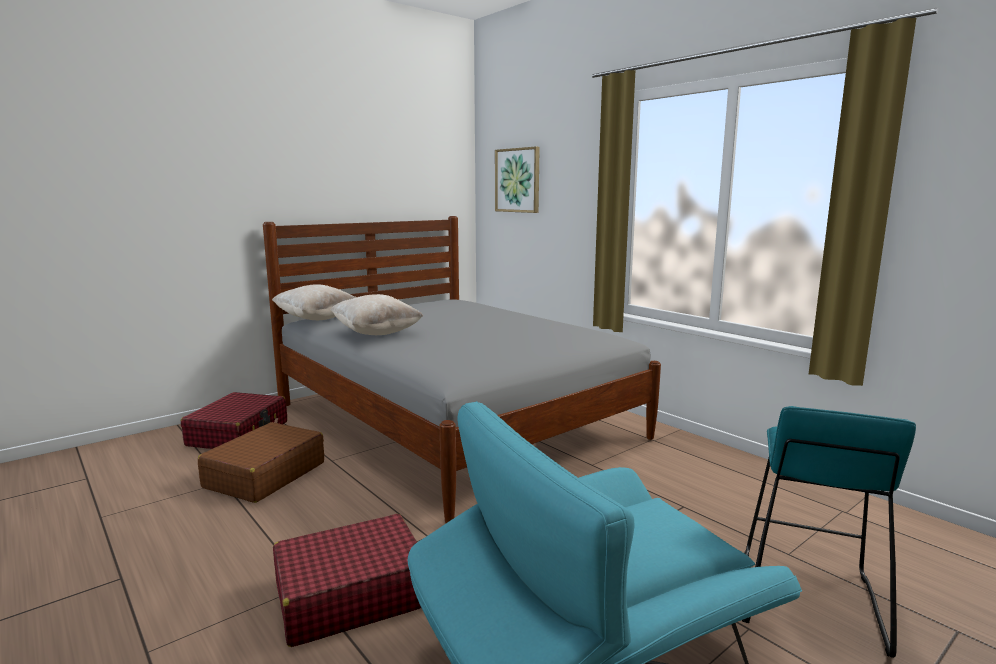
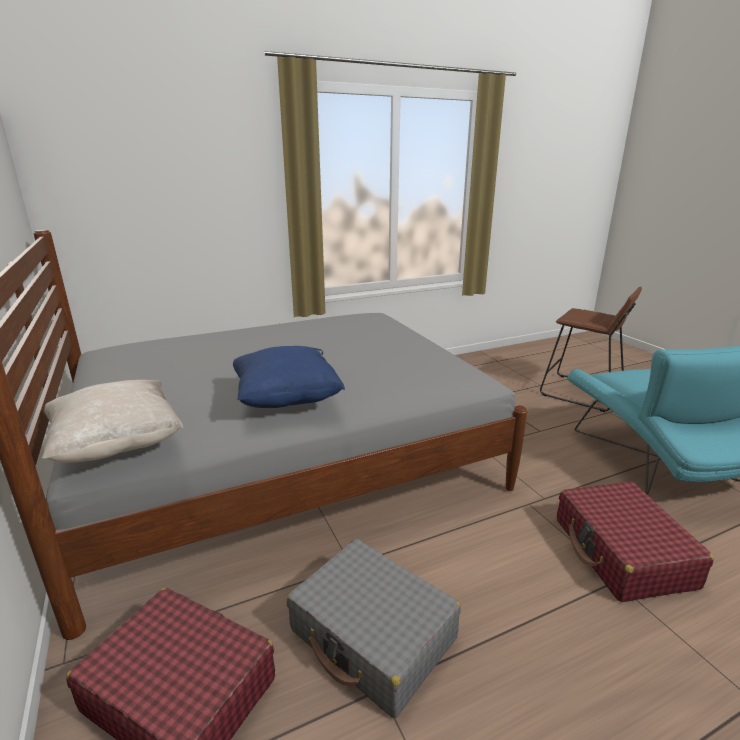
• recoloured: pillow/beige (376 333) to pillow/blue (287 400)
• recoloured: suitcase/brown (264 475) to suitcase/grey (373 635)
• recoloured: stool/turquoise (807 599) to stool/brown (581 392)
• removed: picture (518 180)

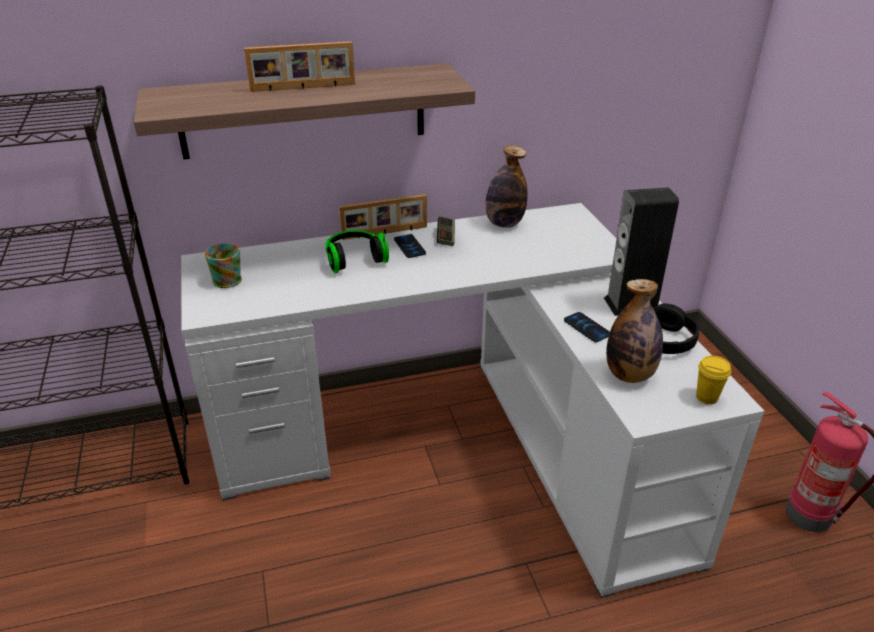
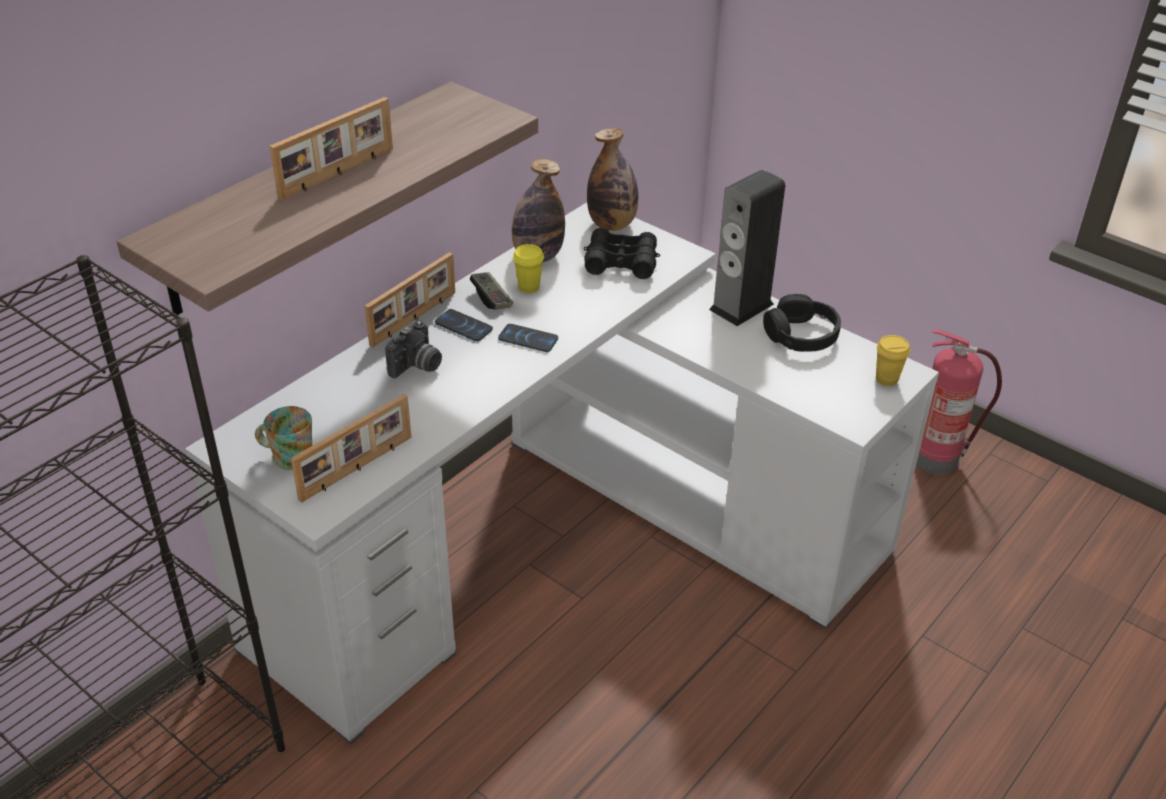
• added: picture frame (357 468)
• replaced: headphones (354 259) to photo camera (417 367)
• moved: phone (587 328) to (528 339)
• added: cup/yellow (529 287)
• added: binoculars/black (621 262)
• moved: bottle (629 375) to (612 224)

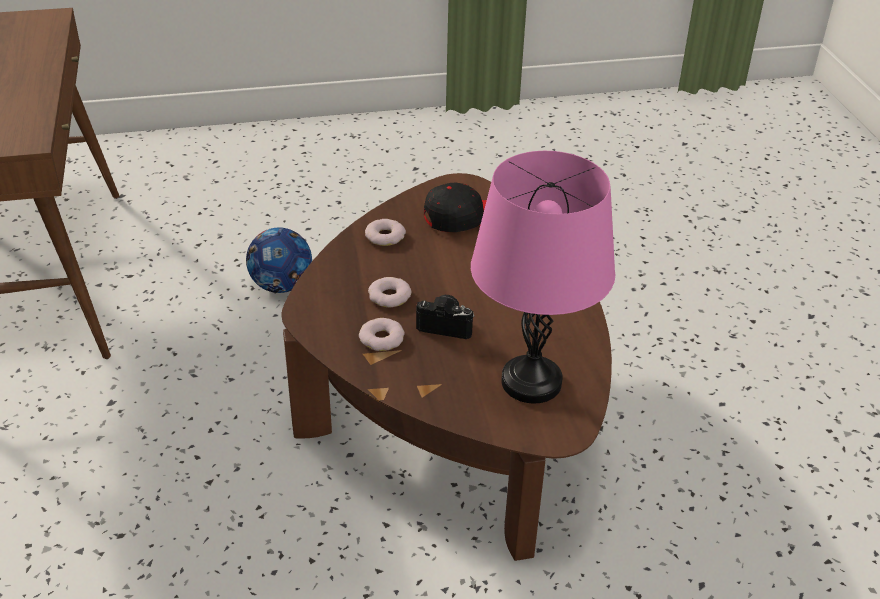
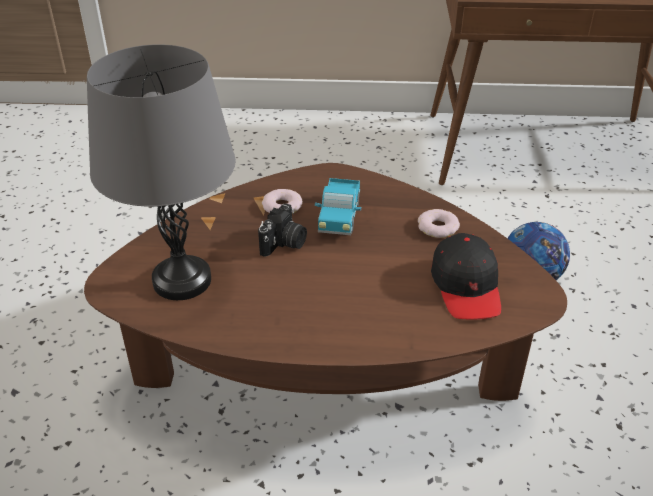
• recoloured: table lamp/pink (531 382) to table lamp/grey (182 280)
• replaced: donut (389 296) to toy truck (339 218)

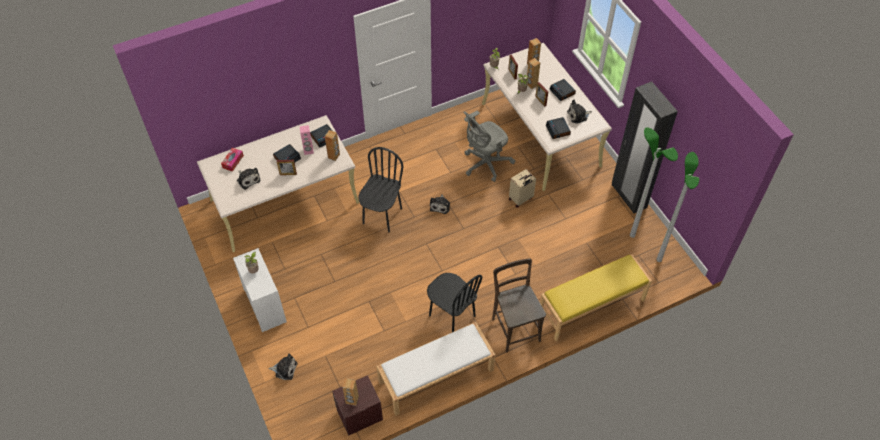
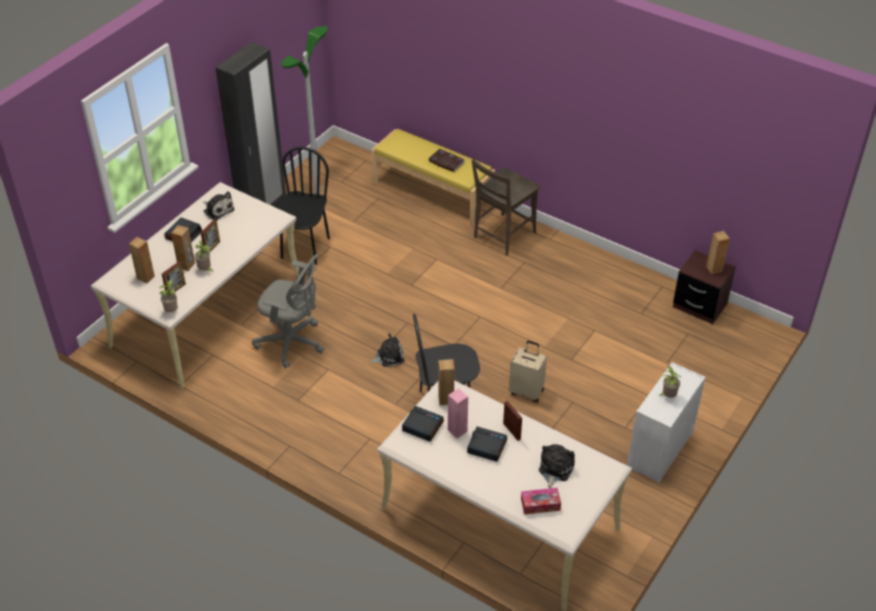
• moved: chair/black (451 316) to (305 248)
• added: book (446 162)
• moved: suitcase/beige (521 199) to (527 391)
• removed: plush toy (284 369)
• removed: bench/white (435 376)
• removed: alarm clock (558 130)
• removed: floor lamp (659 259)

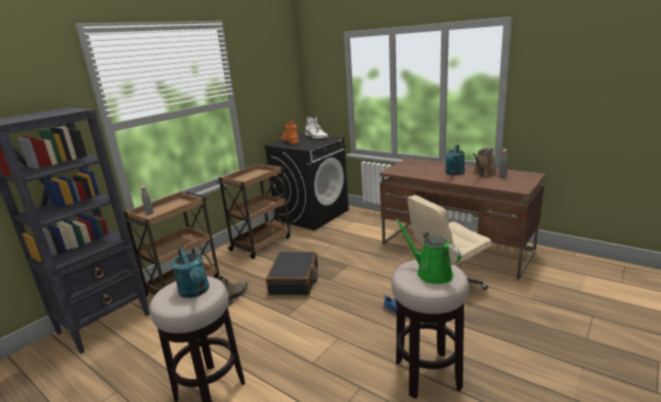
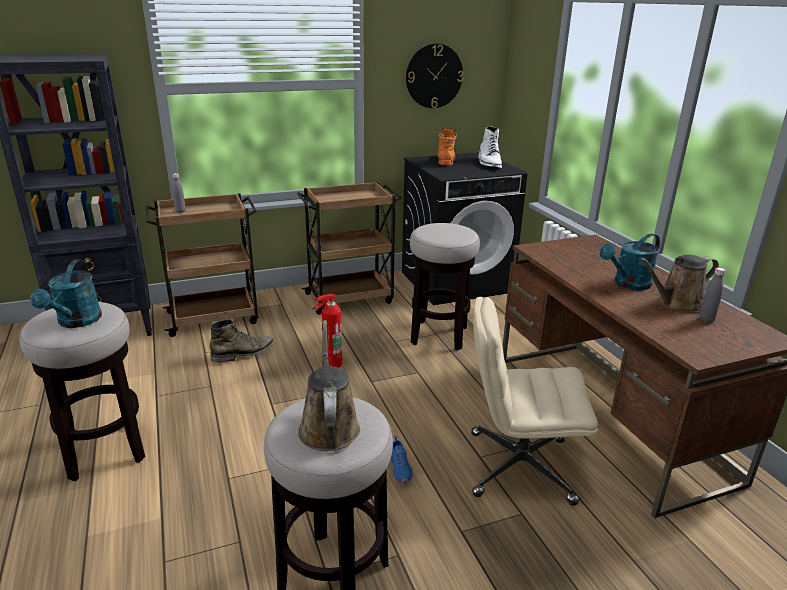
• recoloured: watering can/green (431 273) to watering can/brown (328 426)
• replaced: suitcase/black (294 280) to fire extinguisher (330 364)
• added: wall clock (434 76)
• added: stool (439 335)

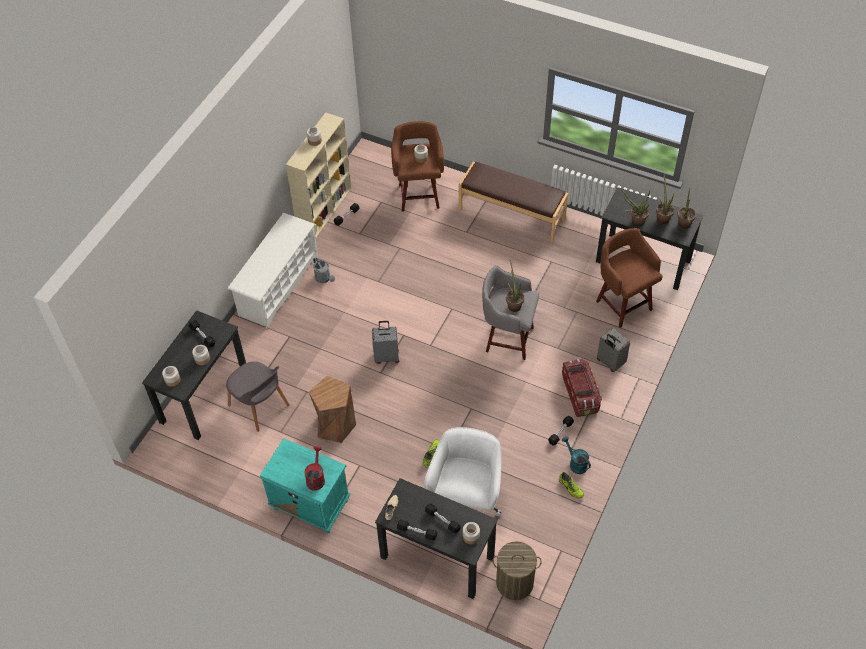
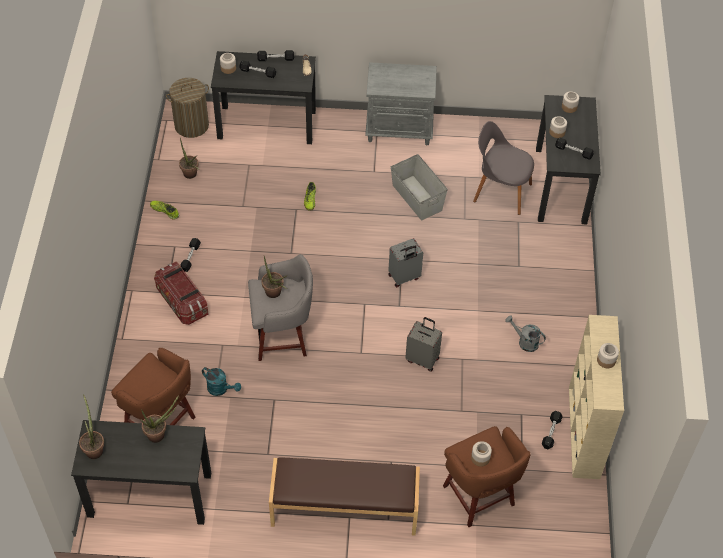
• moved: potted plant (662 217) to (191 175)
• moved: watering can/turquoise (575 463) to (221 389)
• recoloured: nightstand/turquoise (309 504) to nightstand/grey (400 129)
• replaced: stool/brown (335 425) to storage box/grey (417 197)
• moved: suitcase/grey (610 362) to (423 359)
• removed: shoe rack/white (278 285)
• removed: watering can/red (316 477)
• removed: office chair/white (465 501)

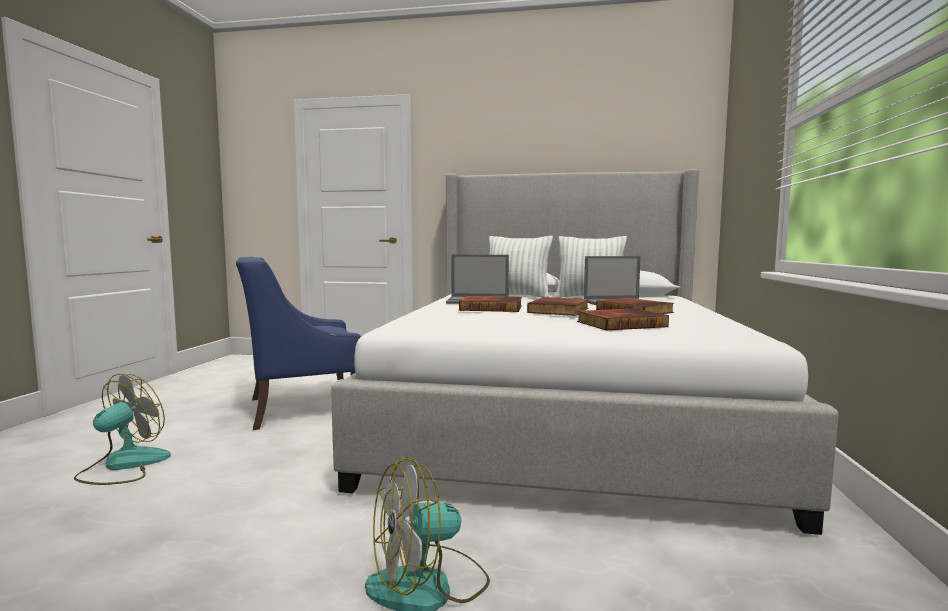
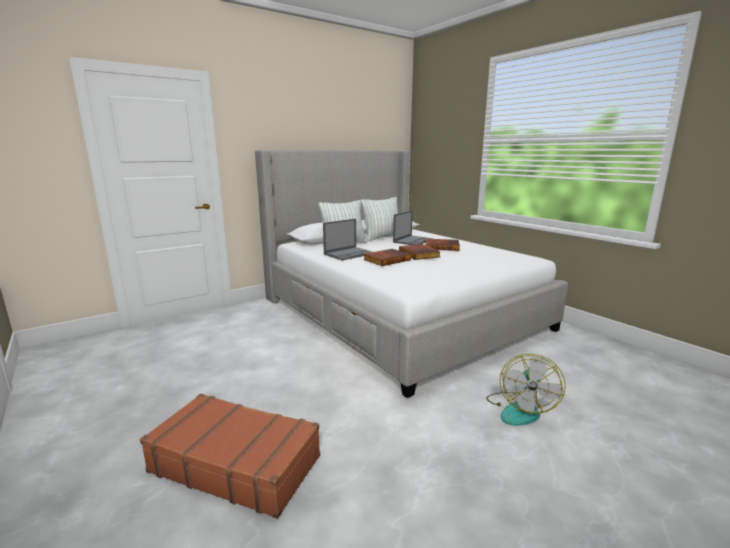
• replaced: fan (123 466) to suitcase/brown (236 463)
• removed: armchair/blue (301 407)
• removed: book (620 324)

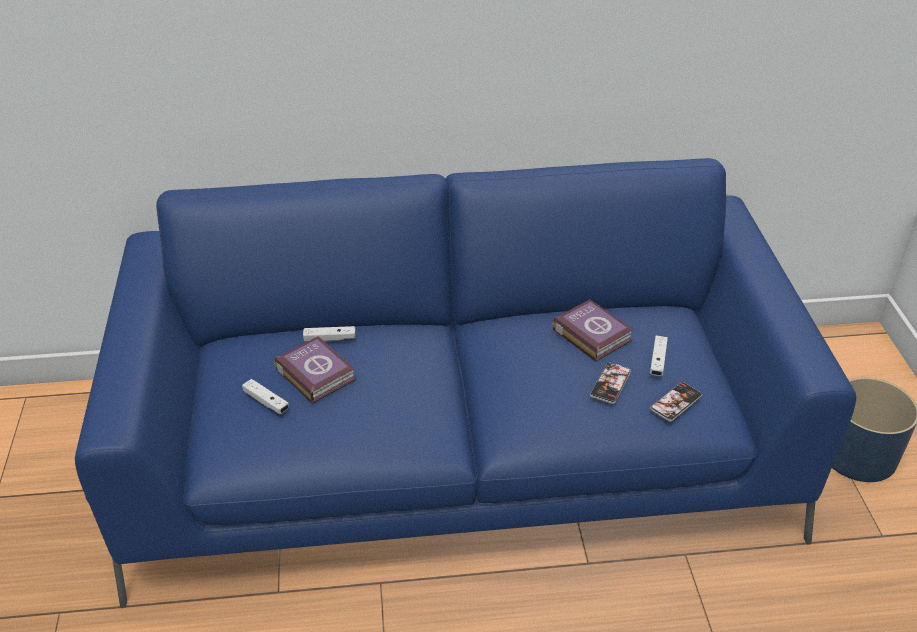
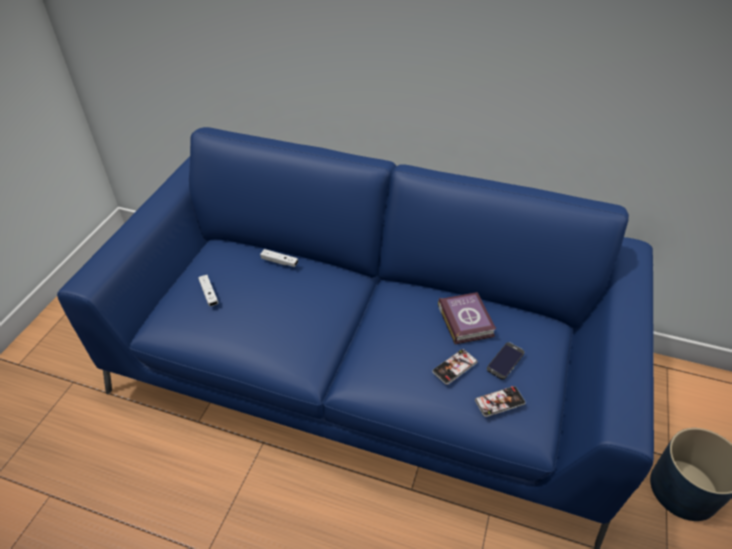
• replaced: game controller/white (658 361) to phone (505 361)
• removed: book (316 373)

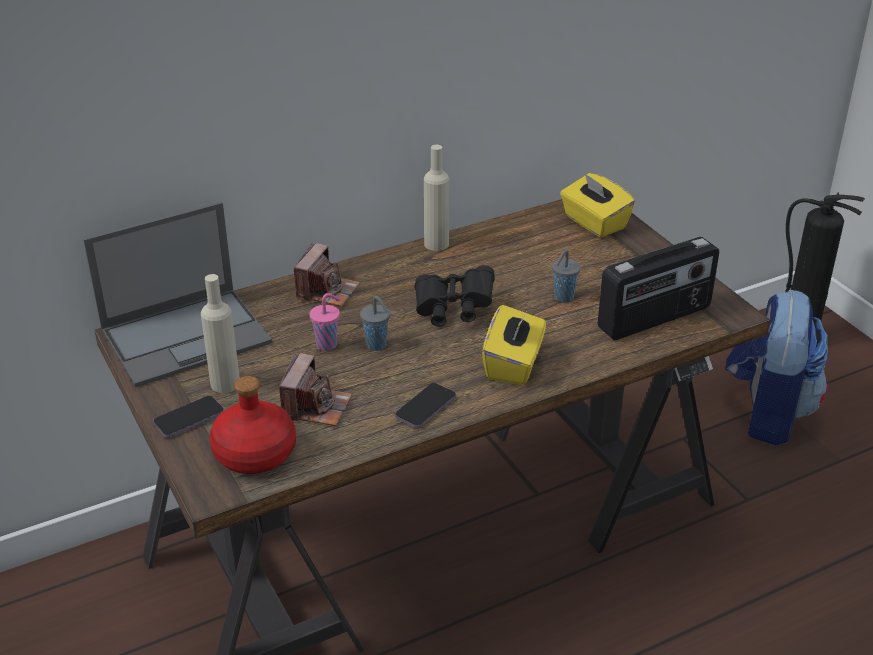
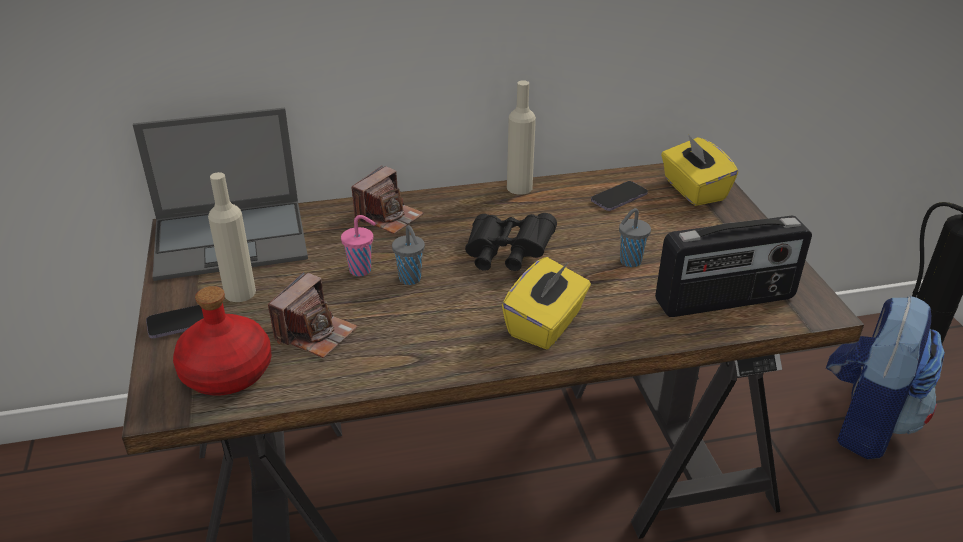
• moved: phone (425 407) to (619 198)

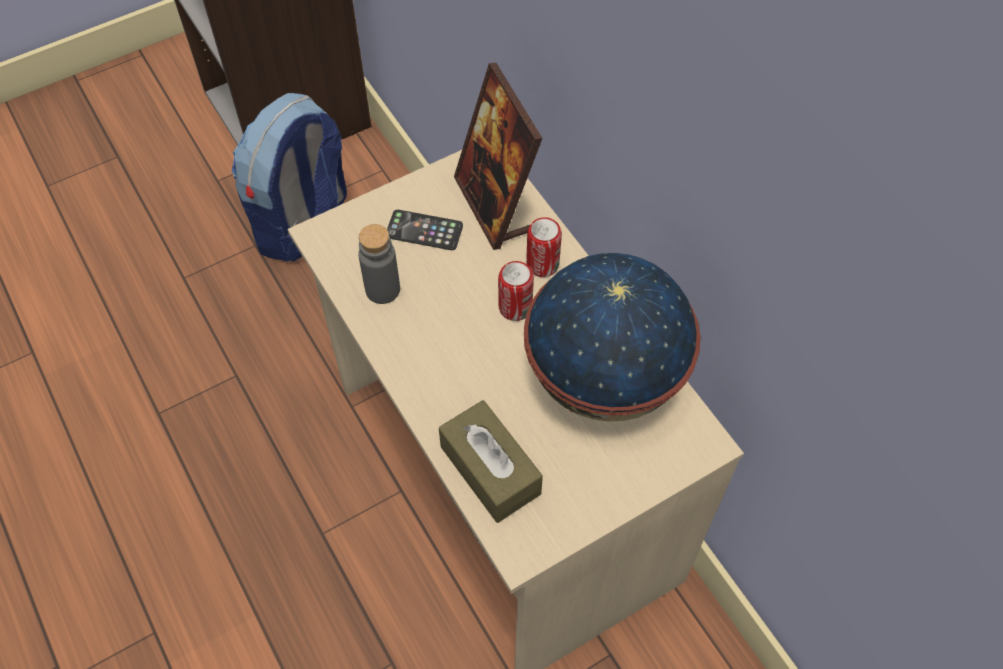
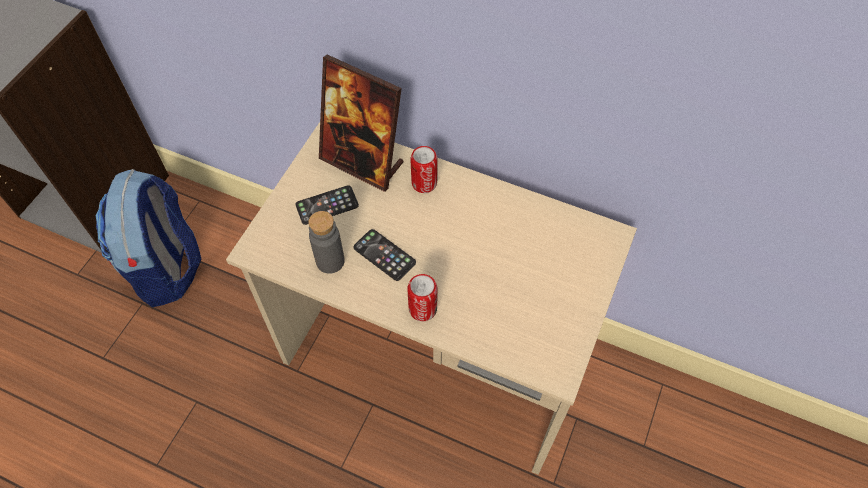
• added: phone (384 255)
• moved: can (515 307) to (423 309)
• removed: tissue box/brown (490 470)
• removed: globe (605 378)

